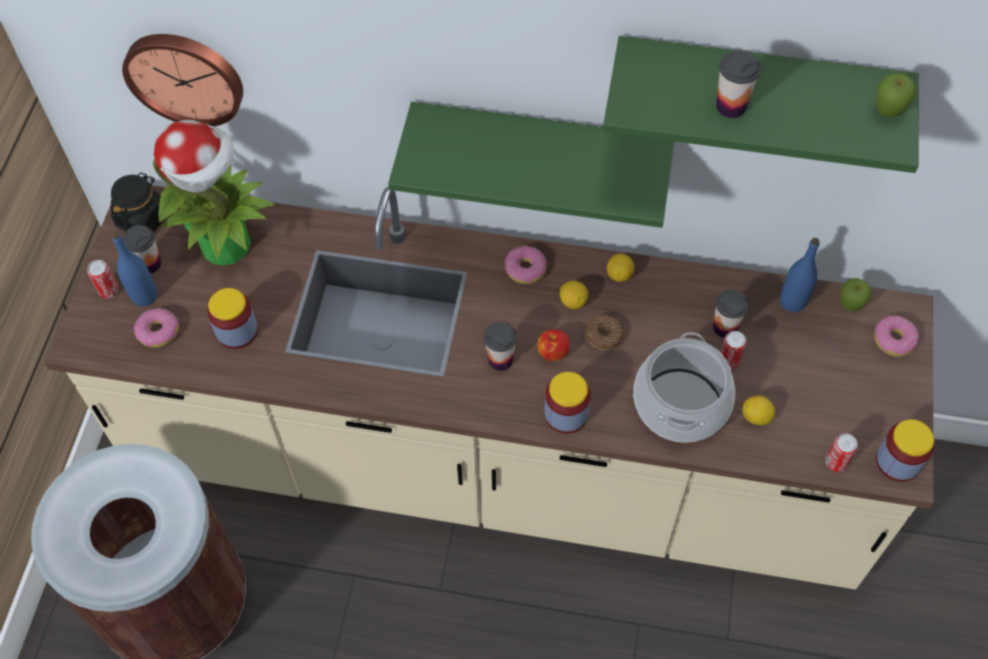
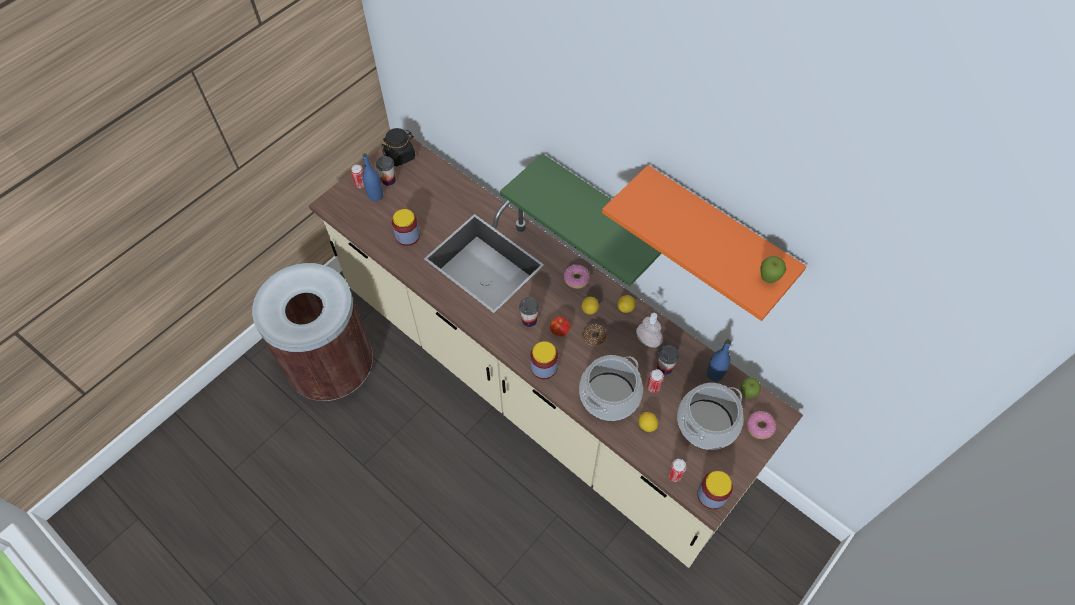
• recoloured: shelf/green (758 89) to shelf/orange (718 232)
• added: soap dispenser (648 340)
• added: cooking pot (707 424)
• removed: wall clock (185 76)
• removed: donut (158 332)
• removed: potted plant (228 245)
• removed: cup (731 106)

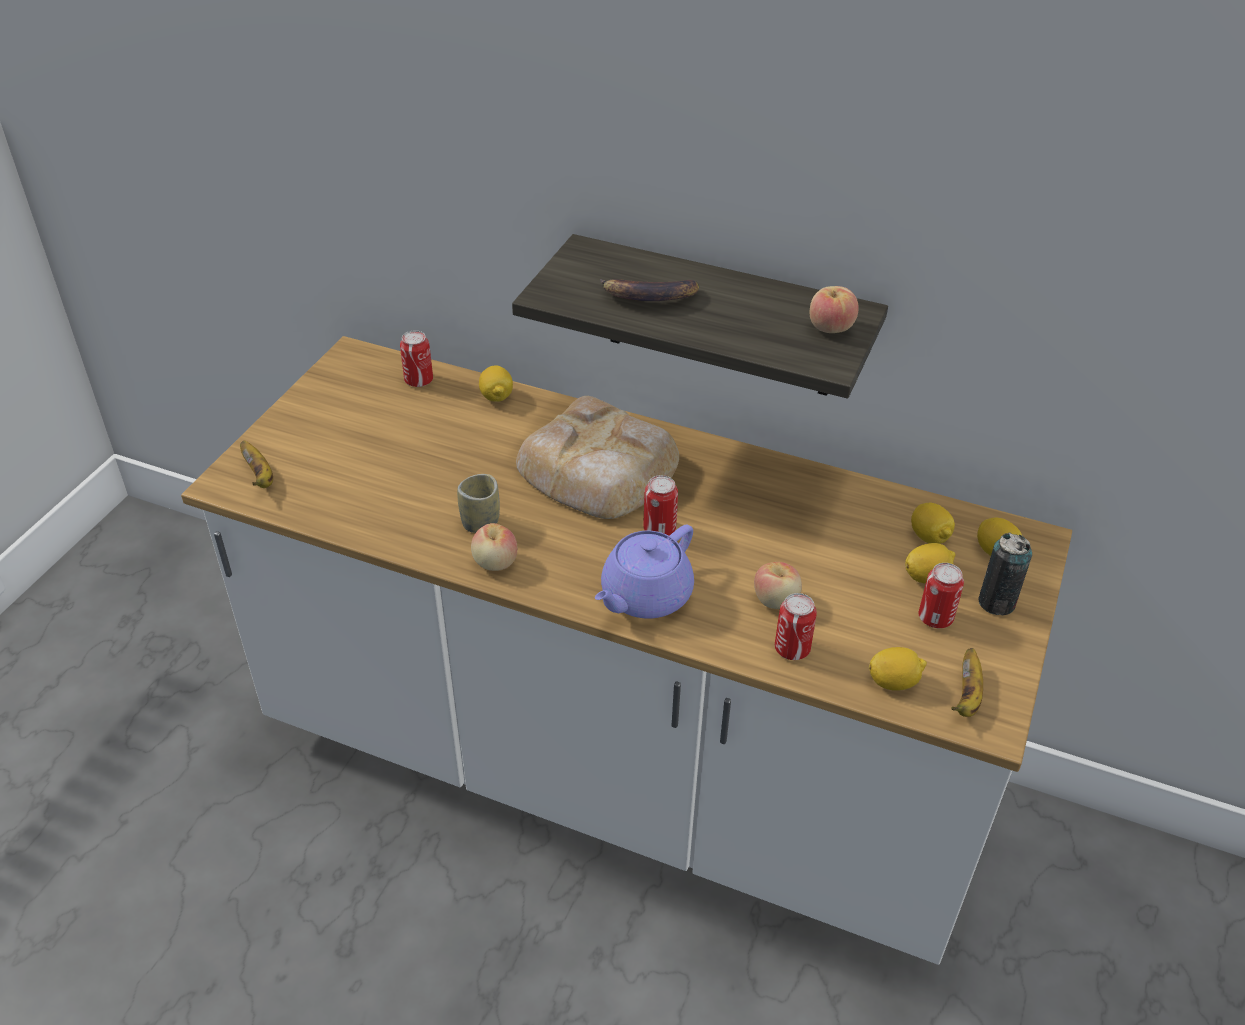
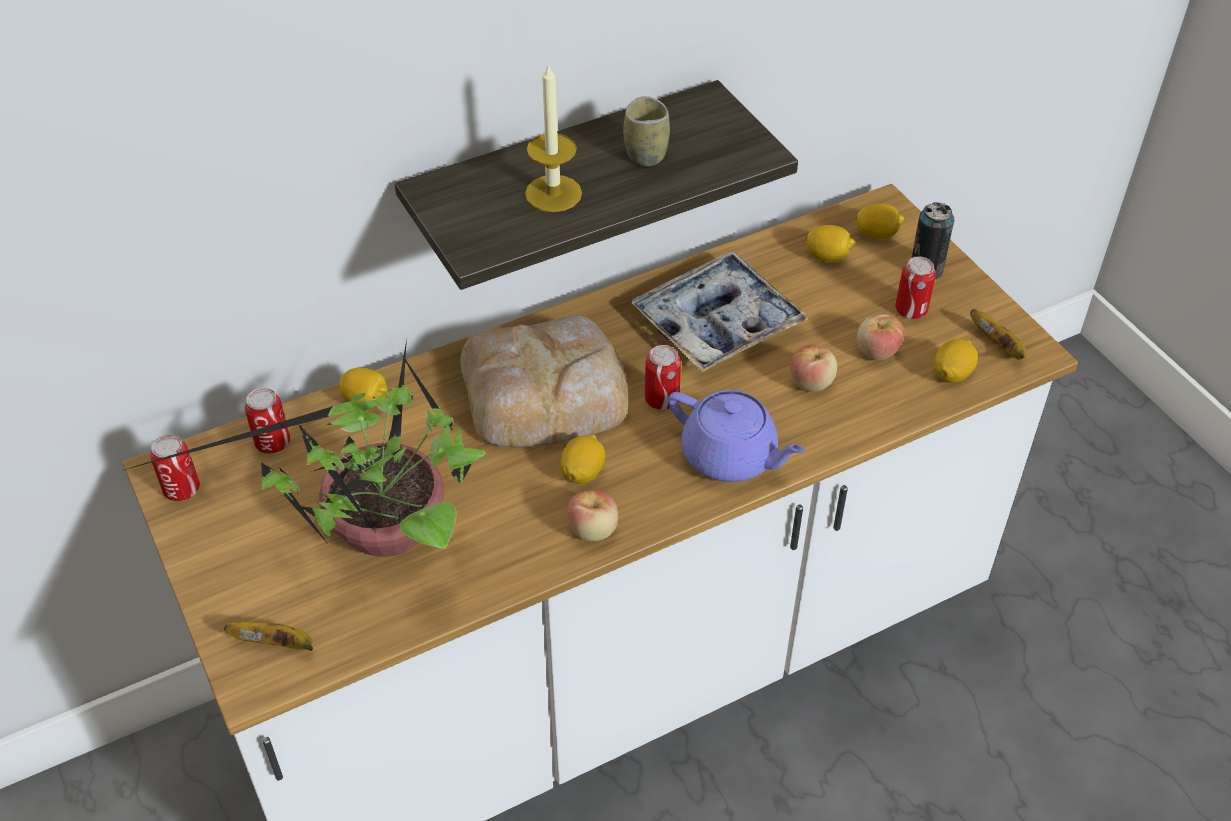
• added: potted plant (380 533)
• moved: can (792 649) to (182 489)
• replaced: banana (648 297) to candle (553 193)
• moved: lemon (926 576) to (583 472)
• moved: cup (480 522) to (646 154)
• added: tray (717 323)
• turned: teapot/purple (644 596) = (731 457) 45 degrees counterclockwise
• moved: apple (830 328) to (876 352)

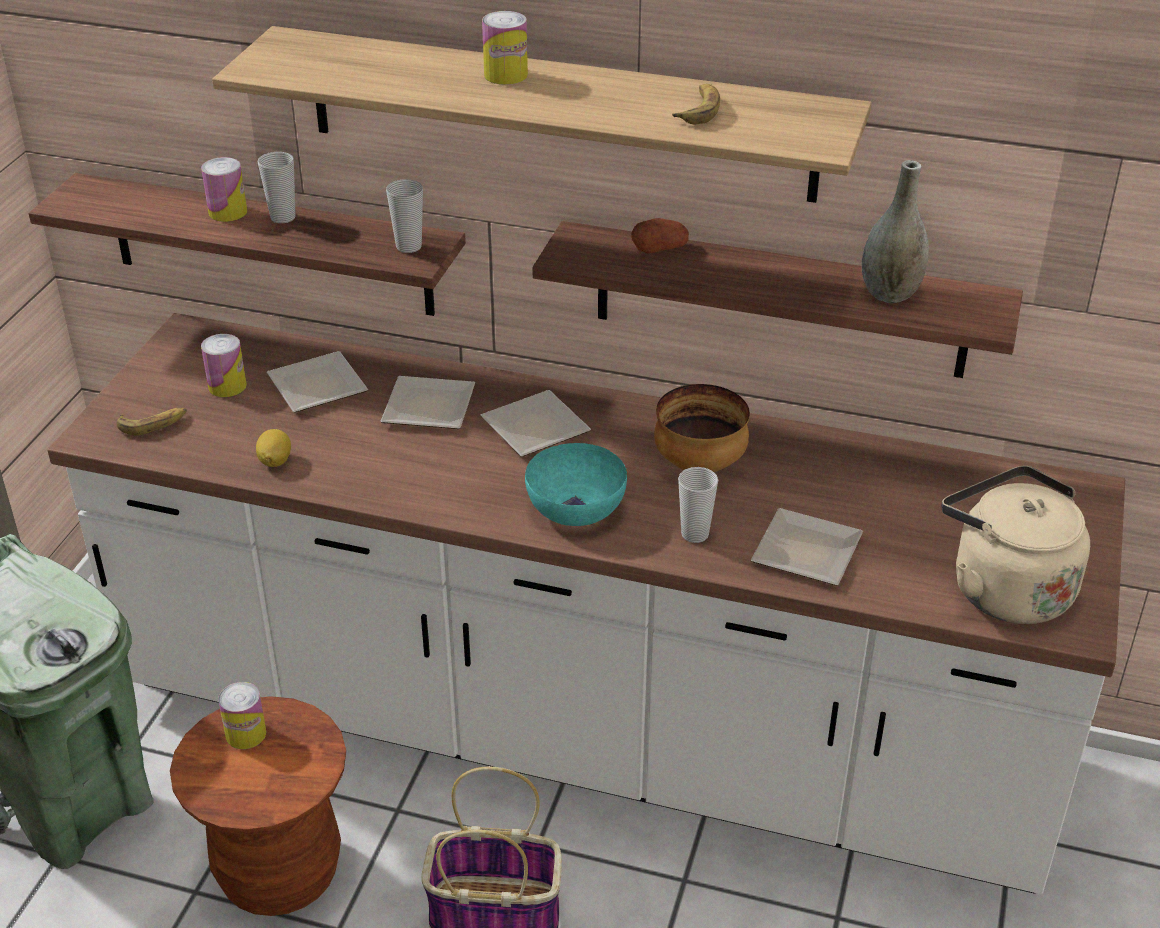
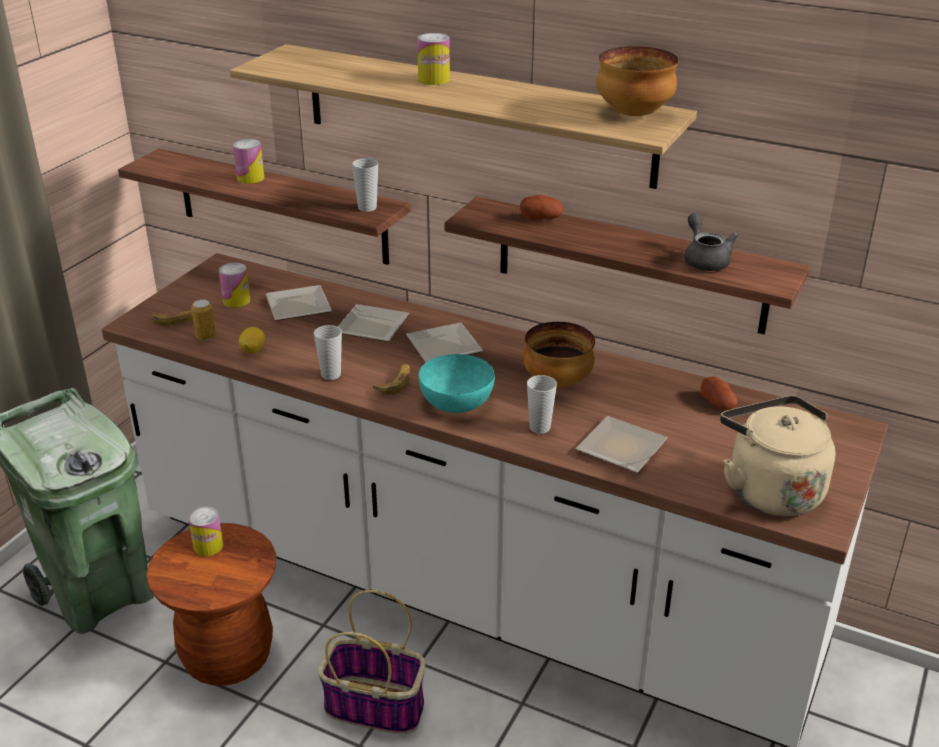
• added: can (205 336)
• moved: cup (283 217) to (331 375)
• moved: banana (698 110) to (395 382)
• added: bowl (632 114)
• replaced: vase/grey (890 294) to teapot/grey (705 259)
• added: potato (717 403)

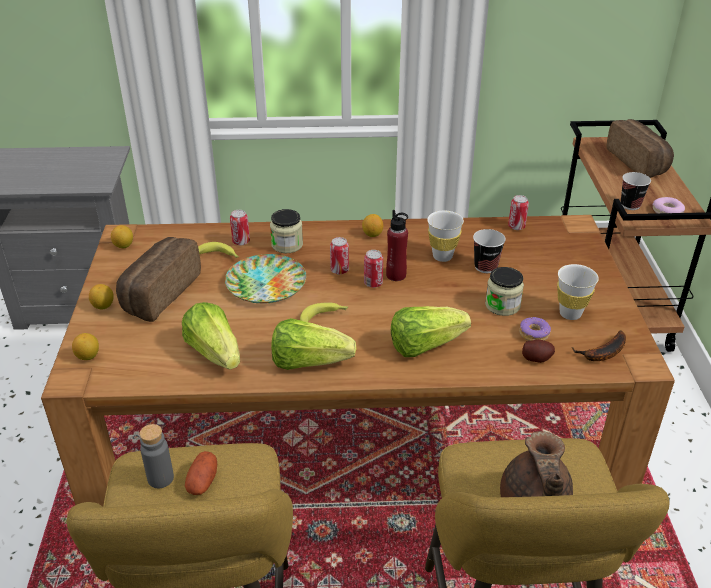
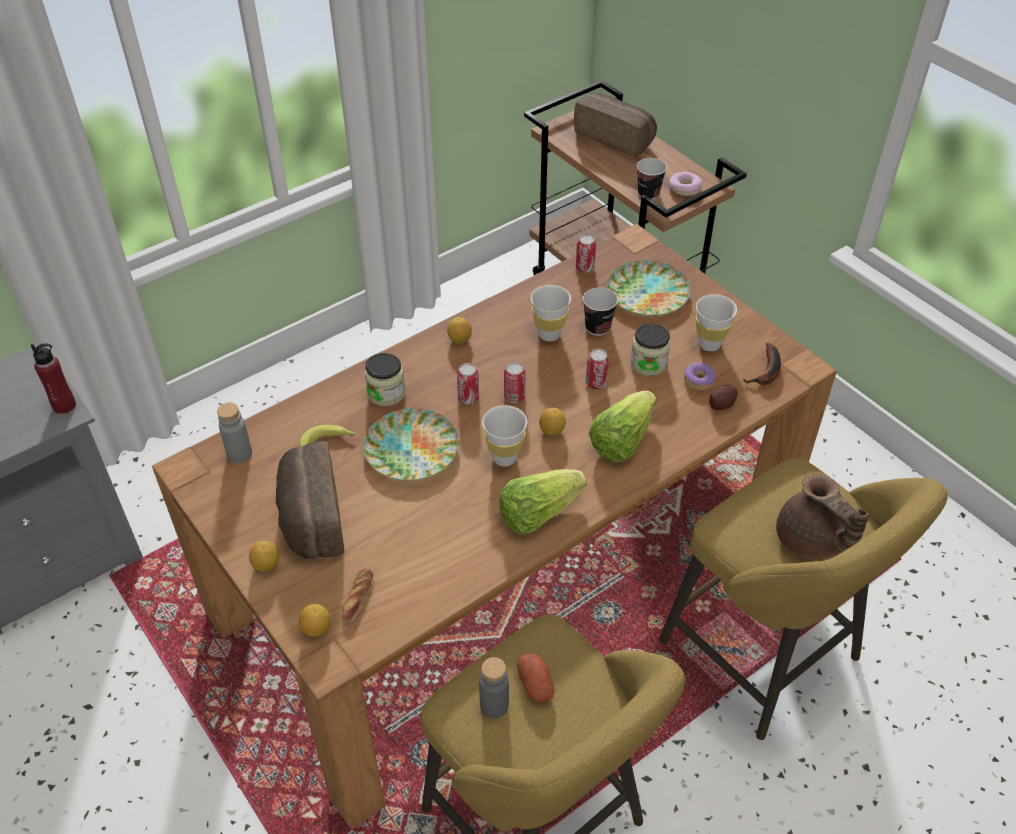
• moved: bottle/red (396 275) to (64 405)
• added: bottle/grey (239 453)
• added: bread (357 598)
• replaced: banana (324 317) to cup/white (504 457)
• moved: lemon (124 246) to (552 430)
• moved: can (241 242) to (596 383)
• added: plate (647 293)
• removed: lettuce (215 353)

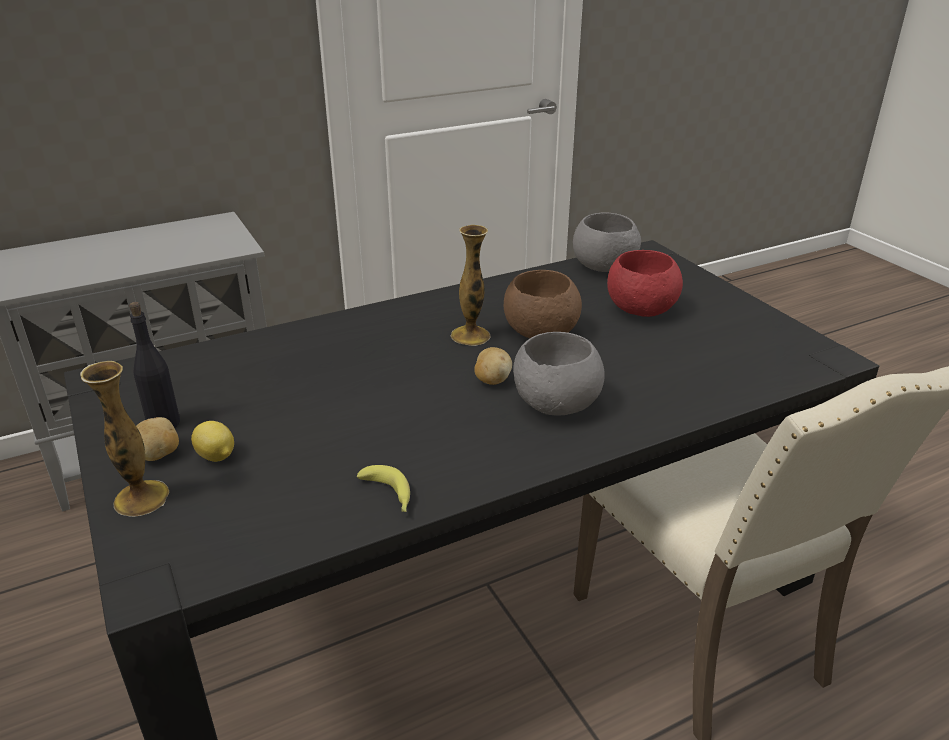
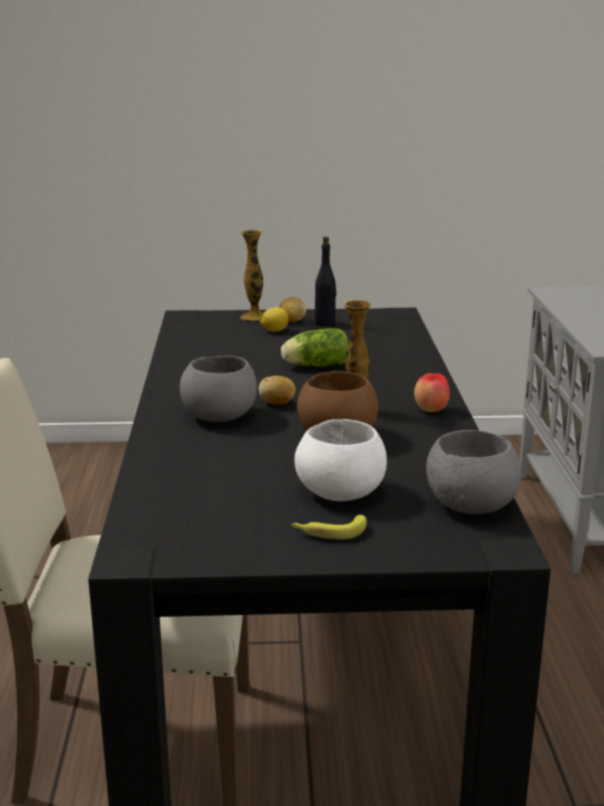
• added: lettuce (314 366)
• moved: banana (389 496) to (328 532)
• recoloured: bowl/red (639 309) to bowl/white (341 491)
• added: apple (431 410)

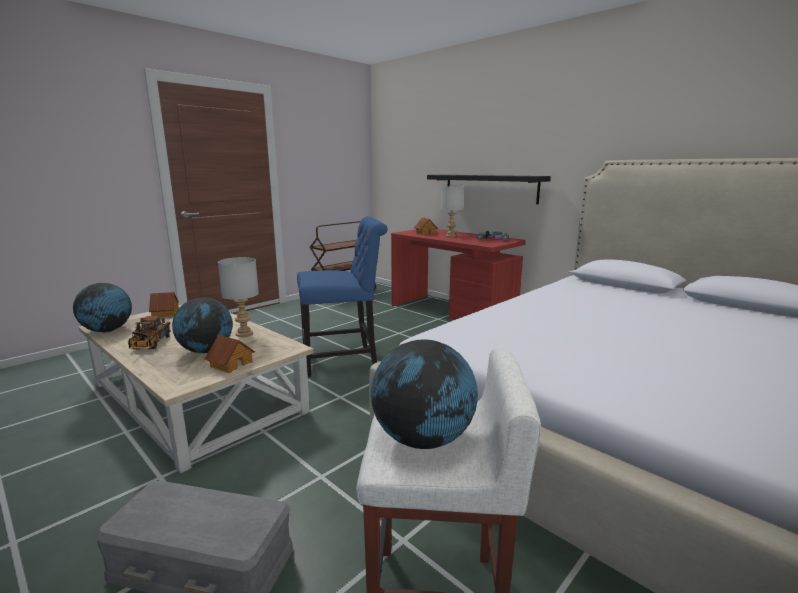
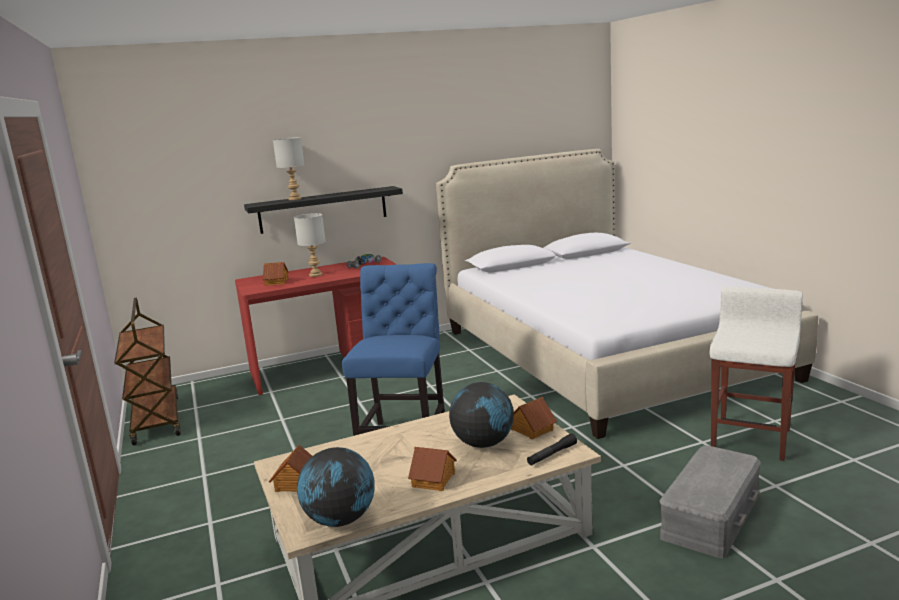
• moved: table lamp/grey (245 334) to (295 199)
• replaced: toy truck (149 345) to toy house (434 480)
• added: flashlight/black (552 454)
• removed: globe (423 440)

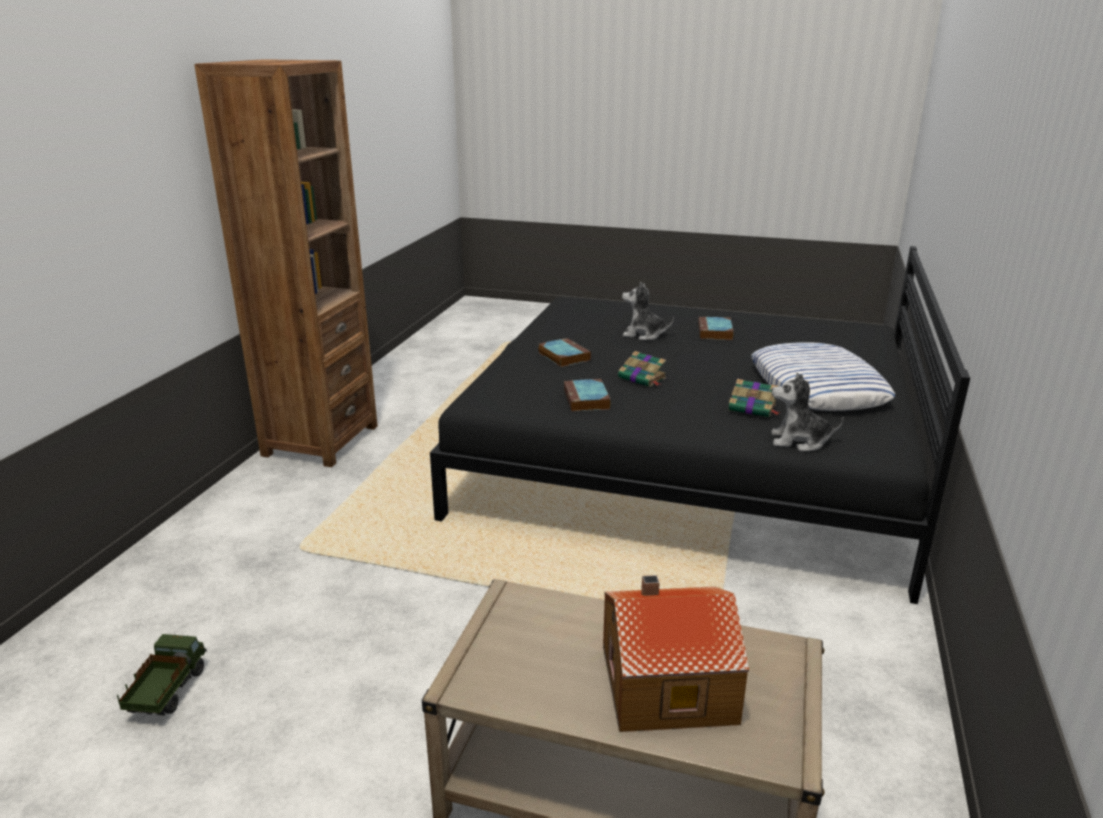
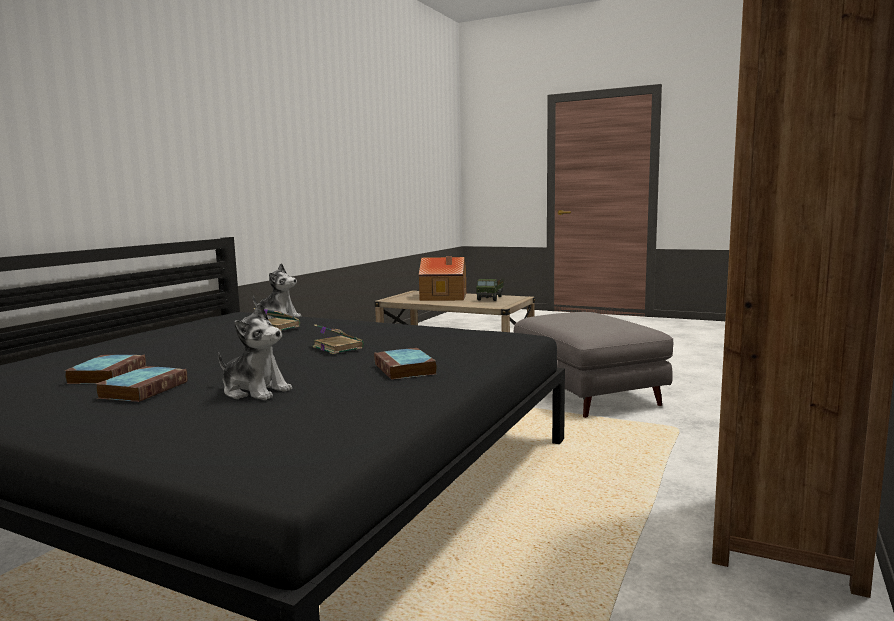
• moved: book (587 400) to (108 374)
• moved: toy truck (168 692) to (490 298)
• added: ottoman/grey (588 394)
• removed: pillow (817 387)

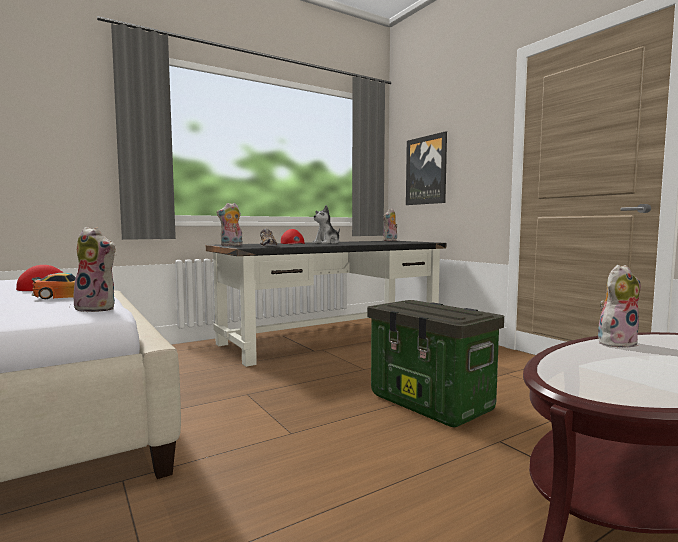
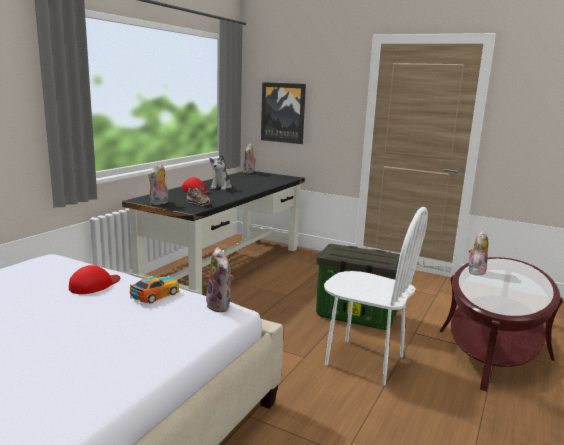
• turned: plush toy (98 308) = (220 306) 75 degrees clockwise
• added: chair/white (364 361)

